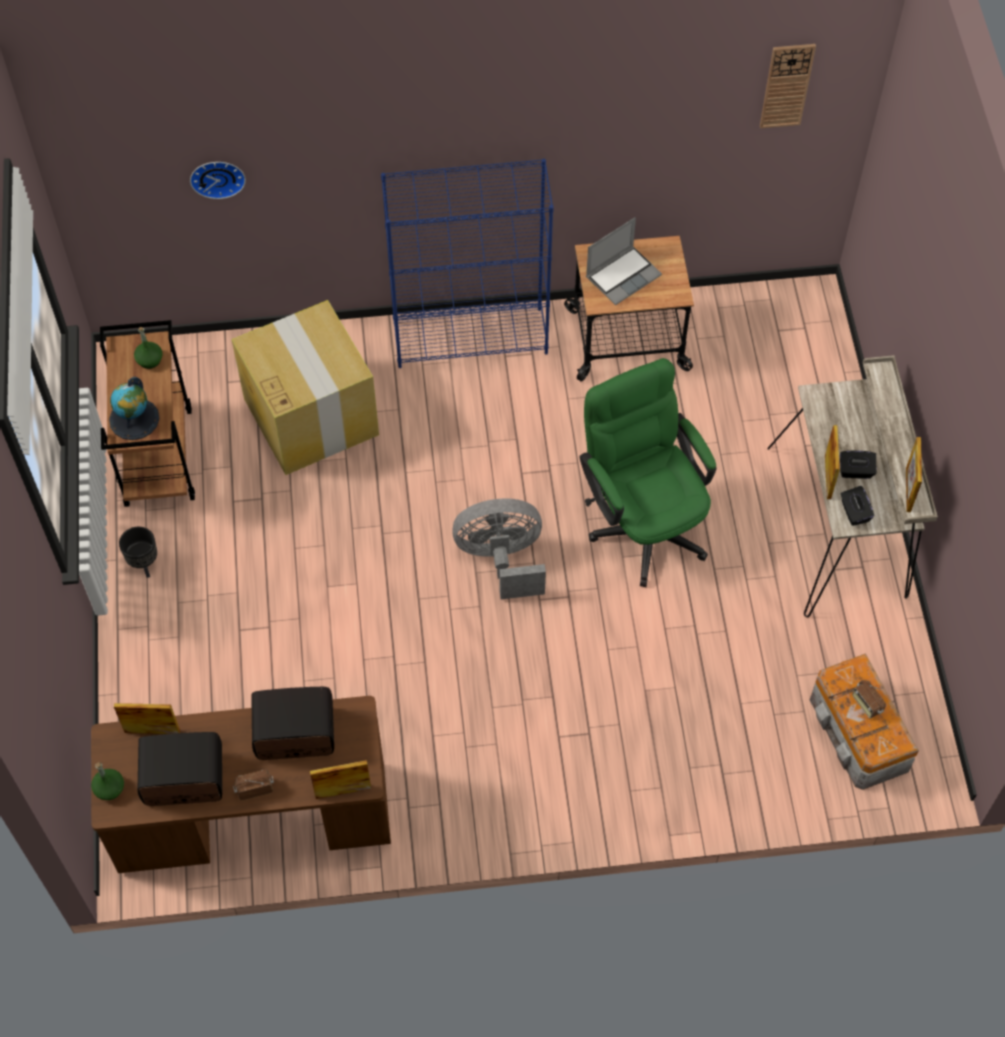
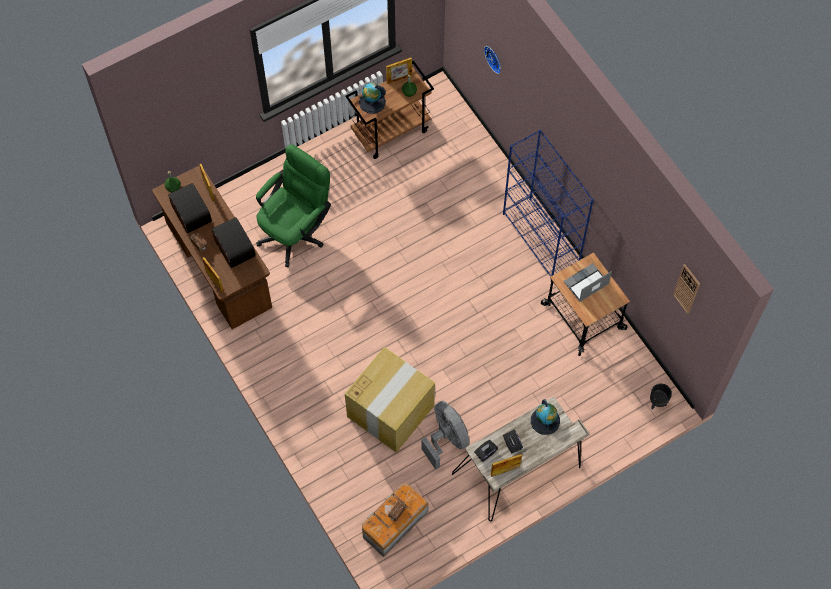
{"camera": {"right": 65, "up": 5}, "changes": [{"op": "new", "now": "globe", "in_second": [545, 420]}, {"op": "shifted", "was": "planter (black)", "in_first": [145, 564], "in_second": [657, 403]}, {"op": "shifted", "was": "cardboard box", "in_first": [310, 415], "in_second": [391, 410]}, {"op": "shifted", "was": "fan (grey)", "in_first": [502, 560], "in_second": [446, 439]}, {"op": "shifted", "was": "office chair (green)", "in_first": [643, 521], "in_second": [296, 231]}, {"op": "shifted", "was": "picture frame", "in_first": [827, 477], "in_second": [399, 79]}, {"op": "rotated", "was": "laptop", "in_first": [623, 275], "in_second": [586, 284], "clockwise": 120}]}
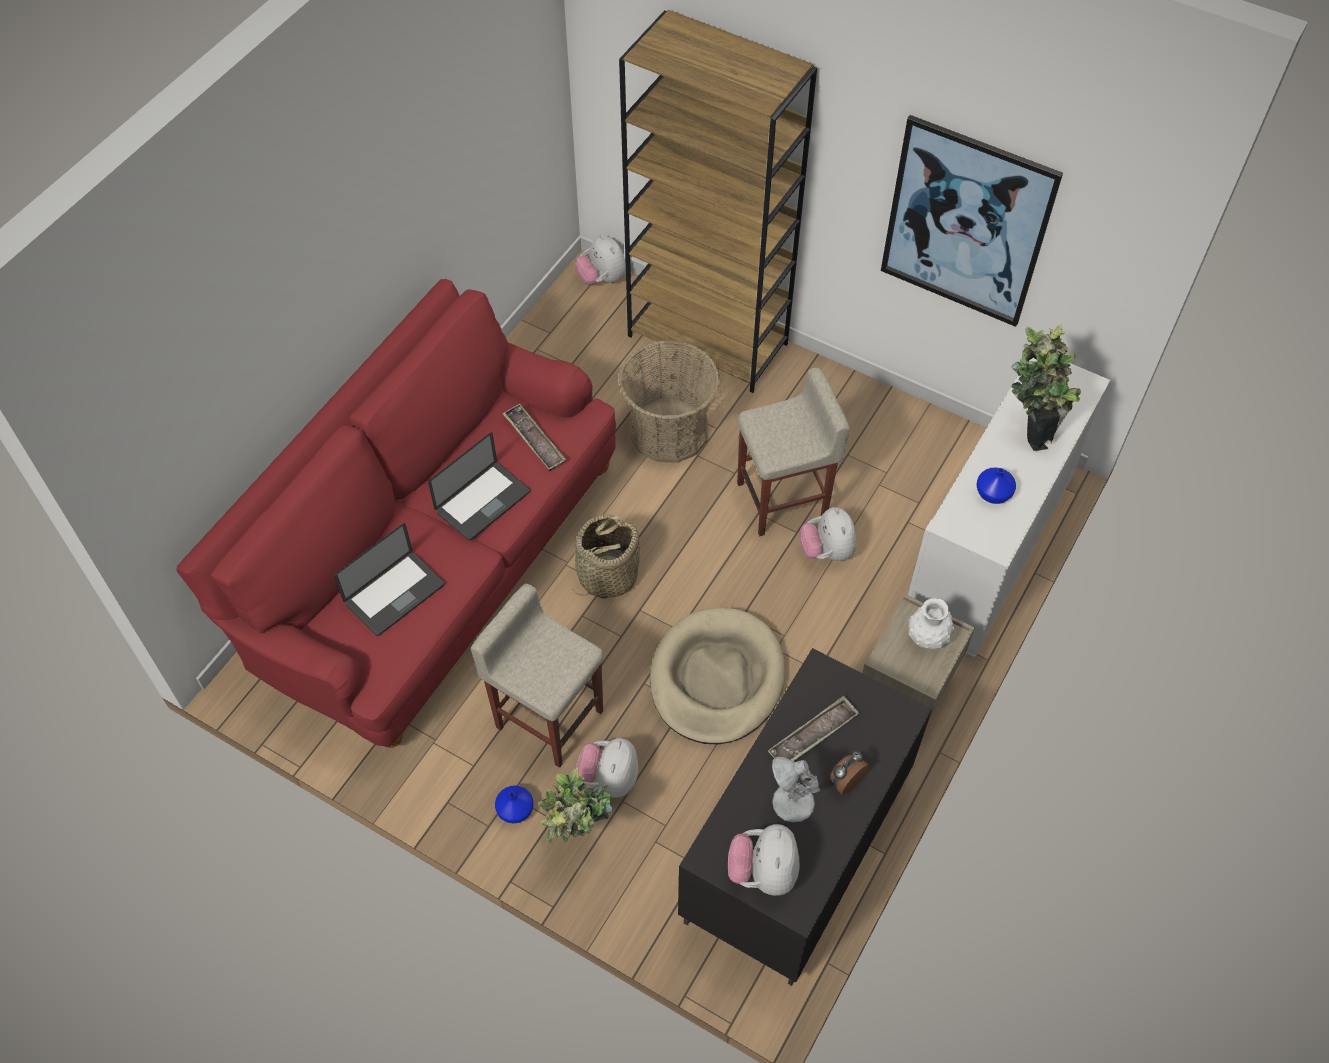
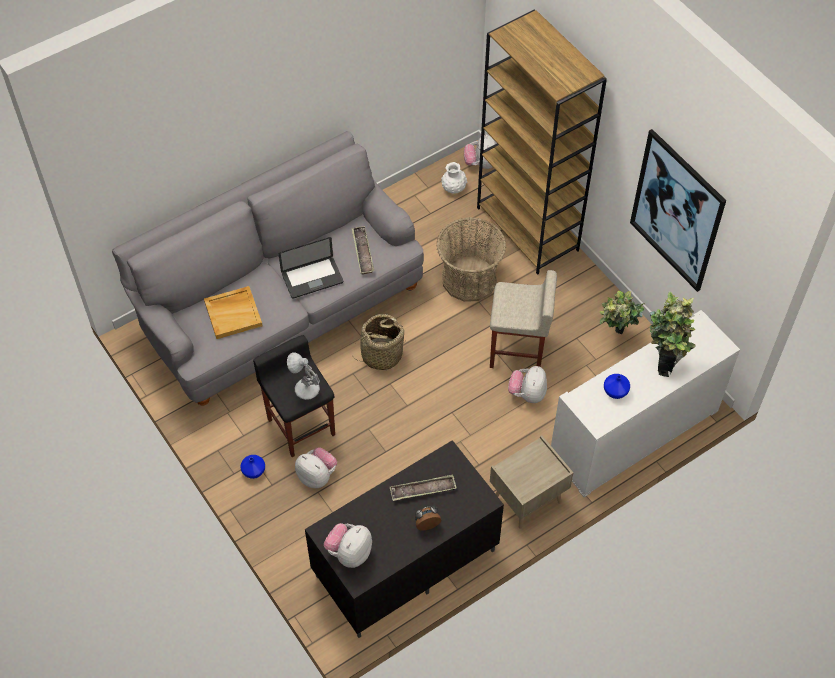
{"camera": {"right": 25, "up": 0}, "changes": [{"op": "gone", "was": "dog bed (beige)", "in_first": [716, 679]}, {"op": "shifted", "was": "potted plant", "in_first": [578, 842], "in_second": [614, 339]}, {"op": "shifted", "was": "table lamp (white)", "in_first": [791, 803], "in_second": [305, 388]}, {"op": "shifted", "was": "vase (white)", "in_first": [927, 637], "in_second": [453, 189]}, {"op": "swapped", "was": "laptop", "now": "tray (beige)", "in_first": [395, 594], "in_second": [233, 313]}, {"op": "repainted", "was": "sofa (red)", "now": "sofa (grey)", "in_first": [433, 567], "in_second": [280, 309]}, {"op": "repainted", "was": "stool (beige)", "now": "stool (black)", "in_first": [548, 718], "in_second": [300, 426]}, {"op": "rotated", "was": "plush toy", "in_first": [609, 779], "in_second": [317, 476], "clockwise": 90}]}
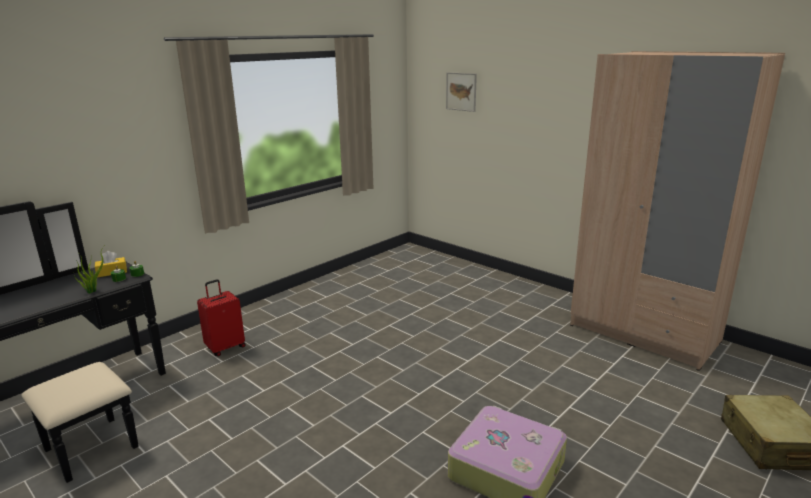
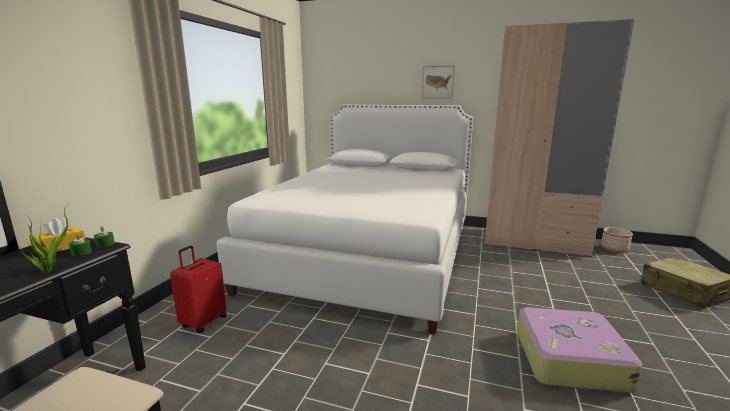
{"camera": {"right": -25, "up": -5}, "changes": [{"op": "new", "now": "bed (white)", "in_second": [369, 253]}, {"op": "new", "now": "planter", "in_second": [614, 248]}, {"op": "shifted", "was": "picture", "in_first": [461, 91], "in_second": [438, 82]}]}
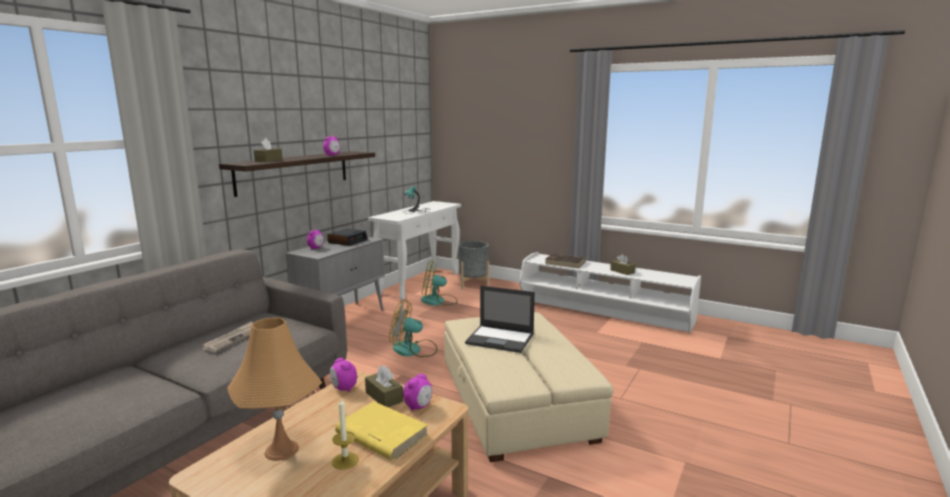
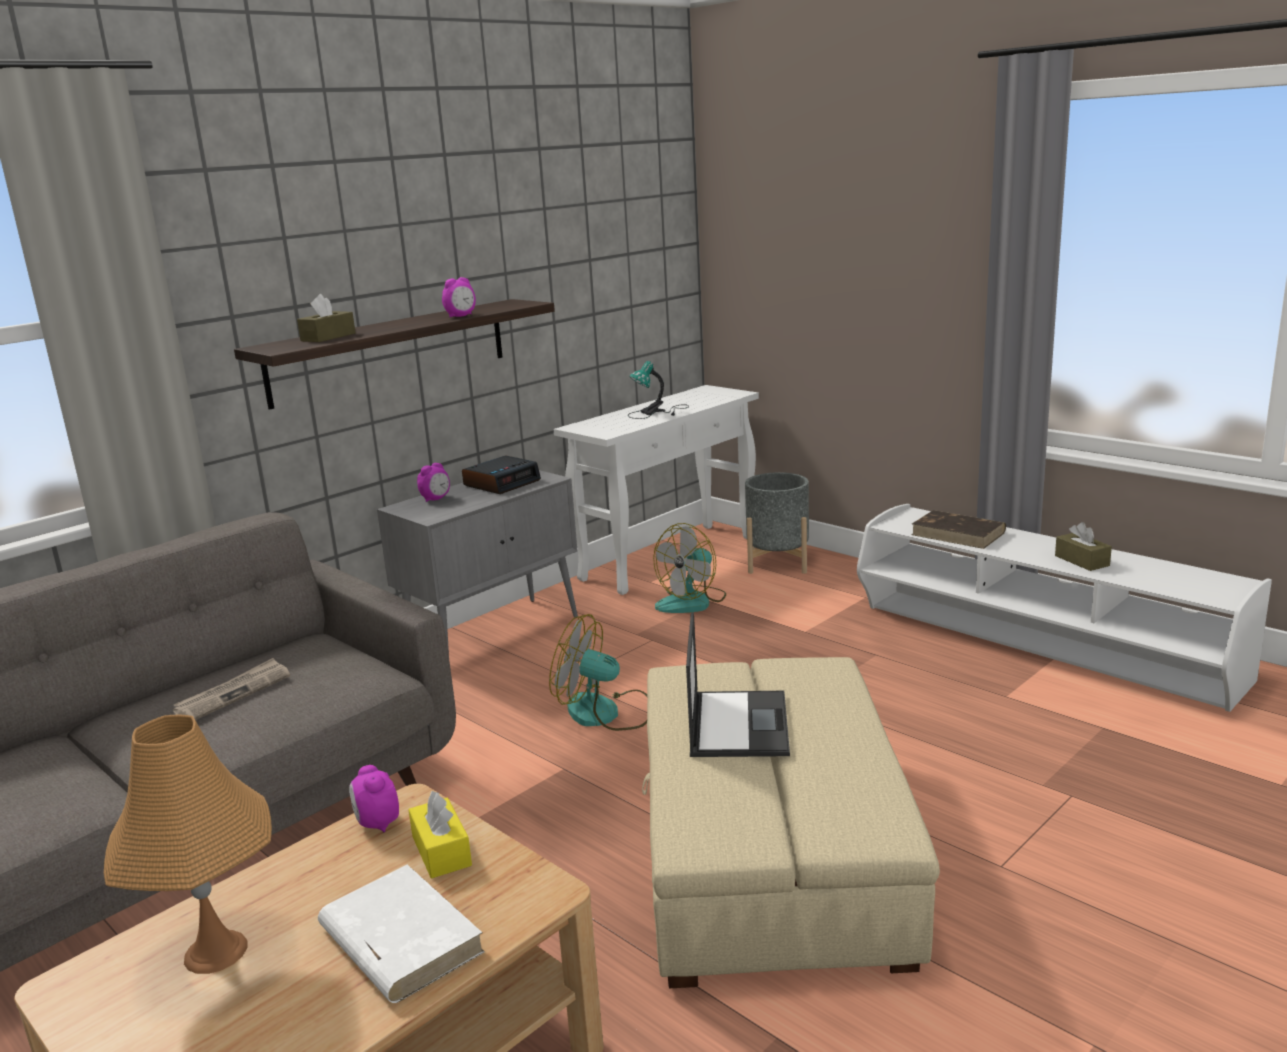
{"camera": {"right": 15, "up": 5}, "changes": [{"op": "gone", "was": "candle", "in_first": [345, 460]}, {"op": "gone", "was": "alarm clock", "in_first": [418, 407]}, {"op": "repainted", "was": "book (yellow)", "now": "book (white)", "in_first": [381, 434], "in_second": [399, 939]}, {"op": "repainted", "was": "tissue box (brown)", "now": "tissue box (yellow)", "in_first": [384, 397], "in_second": [441, 851]}, {"op": "rotated", "was": "fan", "in_first": [438, 301], "in_second": [692, 601], "clockwise": -60}, {"op": "rotated", "was": "laptop", "in_first": [501, 339], "in_second": [738, 724], "clockwise": -120}]}
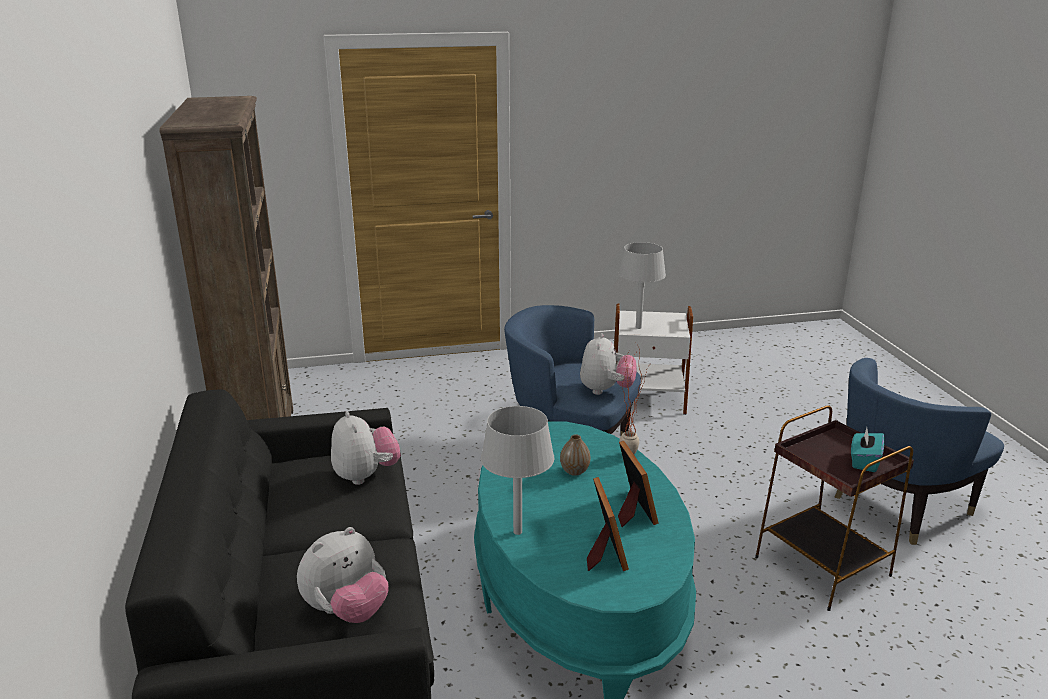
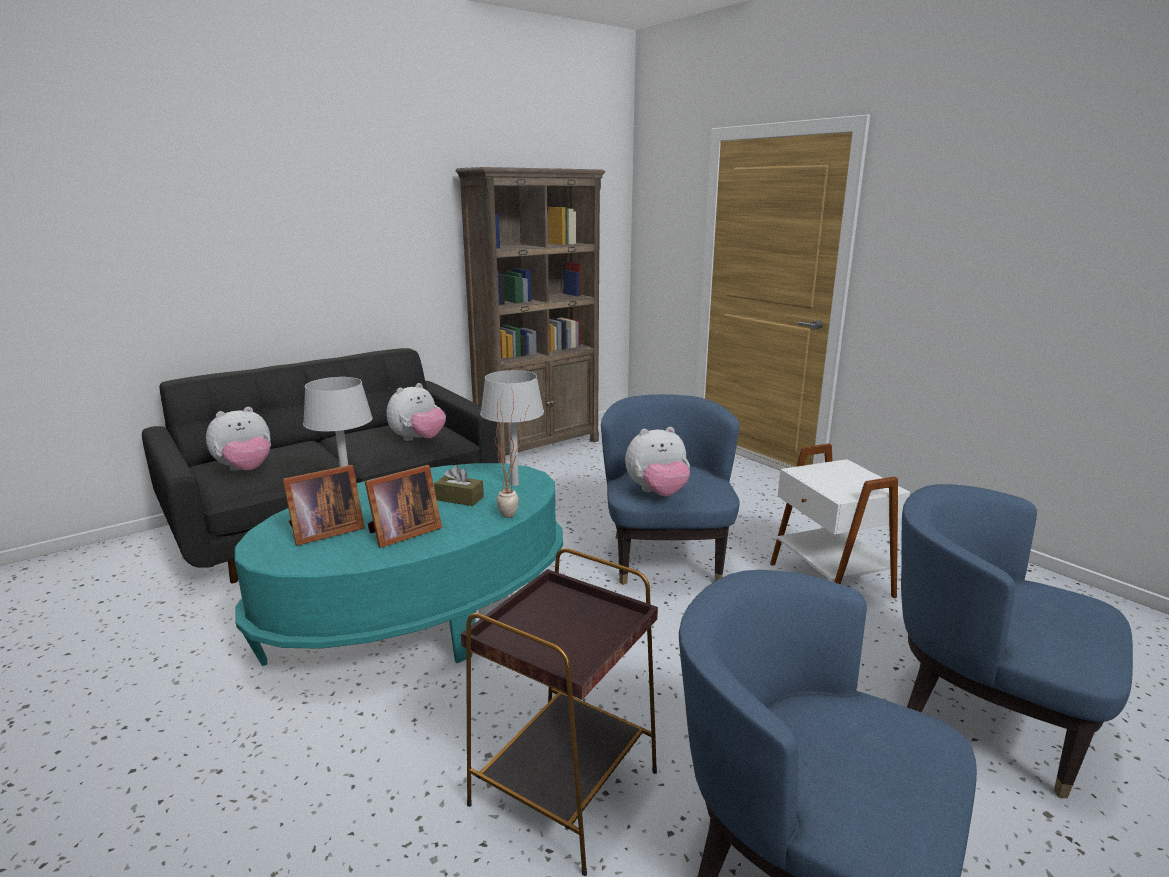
{"camera": {"right": 65, "up": -5}, "changes": [{"op": "gone", "was": "tissue box (turquoise)", "in_first": [864, 461]}, {"op": "new", "now": "armchair (blue)", "in_second": [982, 718]}, {"op": "shifted", "was": "table lamp (grey)", "in_first": [638, 327], "in_second": [515, 484]}, {"op": "swapped", "was": "vase", "now": "tissue box (brown)", "in_first": [574, 471], "in_second": [459, 498]}, {"op": "rotated", "was": "plush toy", "in_first": [347, 611], "in_second": [246, 470], "clockwise": -60}]}
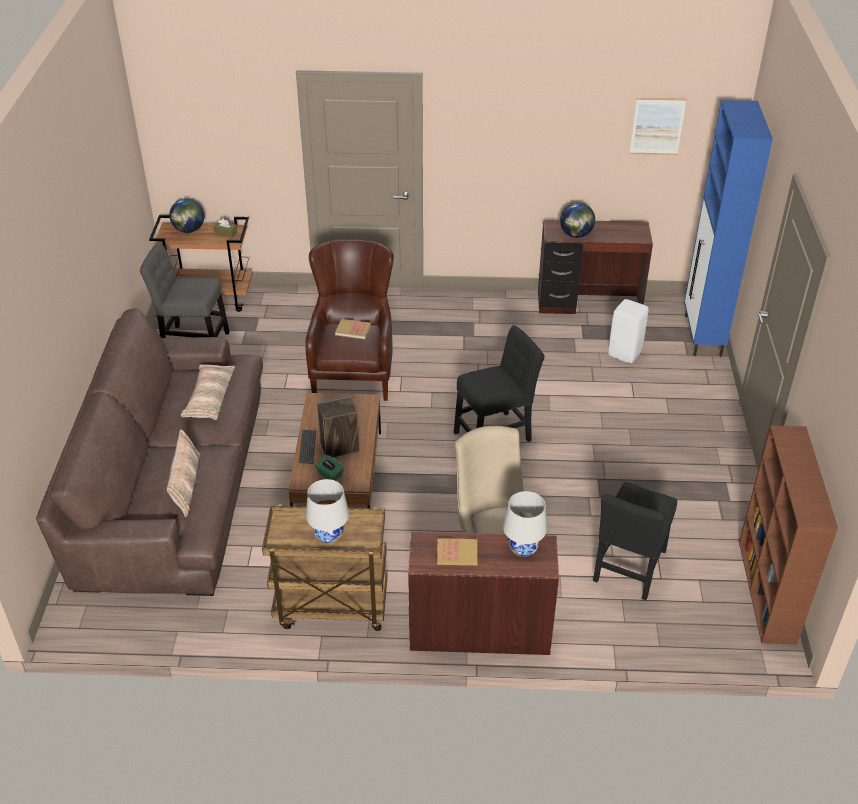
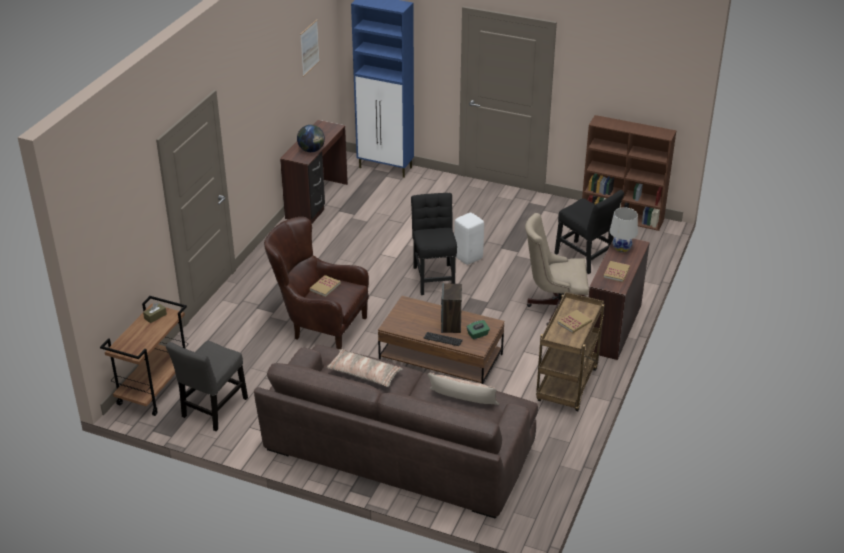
{"camera": {"right": -70, "up": -5}, "changes": [{"op": "gone", "was": "globe", "in_first": [189, 230]}, {"op": "shifted", "was": "stool (white)", "in_first": [624, 354], "in_second": [468, 258]}, {"op": "swapped", "was": "table lamp (white)", "now": "book", "in_first": [329, 535], "in_second": [574, 322]}]}
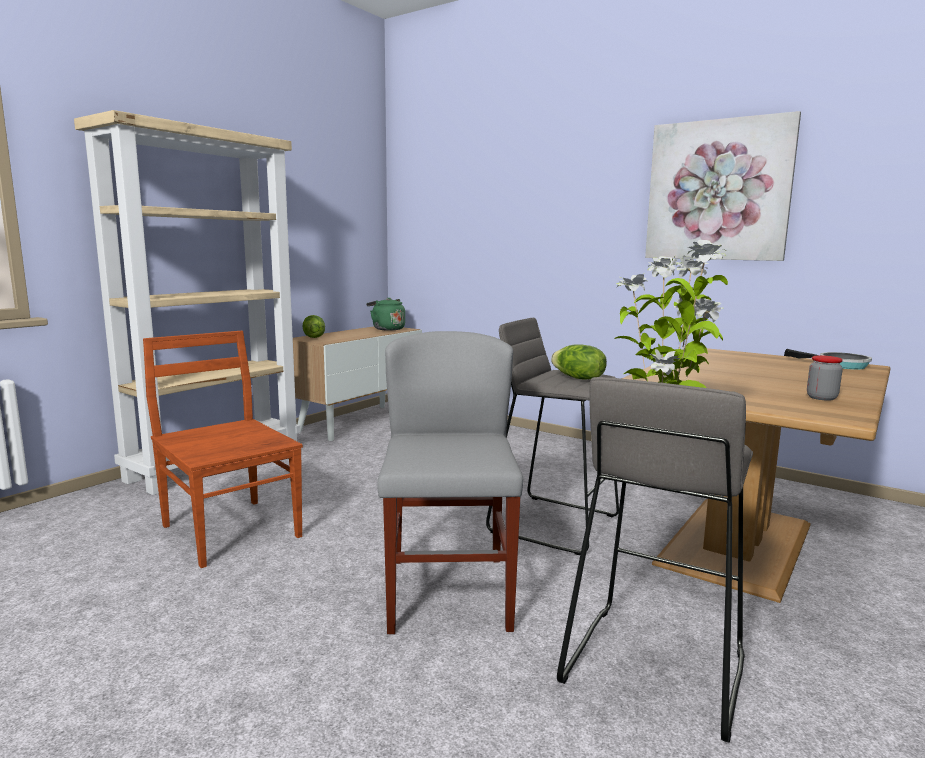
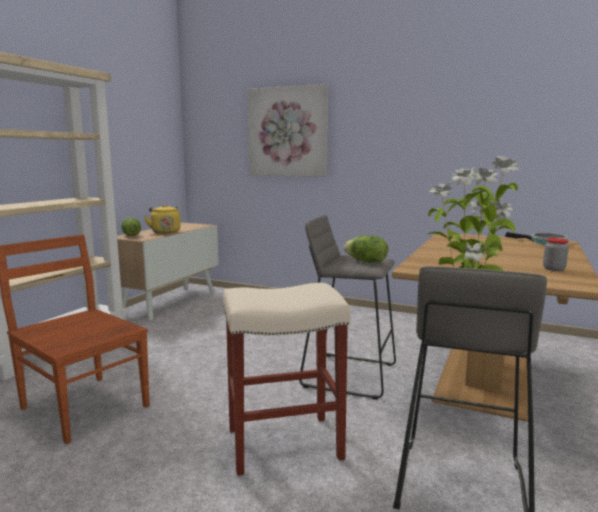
{"camera": {"right": -10, "up": 0}, "changes": [{"op": "gone", "was": "kettle (green)", "in_first": [387, 329]}, {"op": "new", "now": "kettle (yellow)", "in_second": [165, 232]}, {"op": "shifted", "was": "picture", "in_first": [718, 191], "in_second": [287, 132]}, {"op": "swapped", "was": "chair (grey)", "now": "stool (beige)", "in_first": [448, 593], "in_second": [285, 442]}]}
